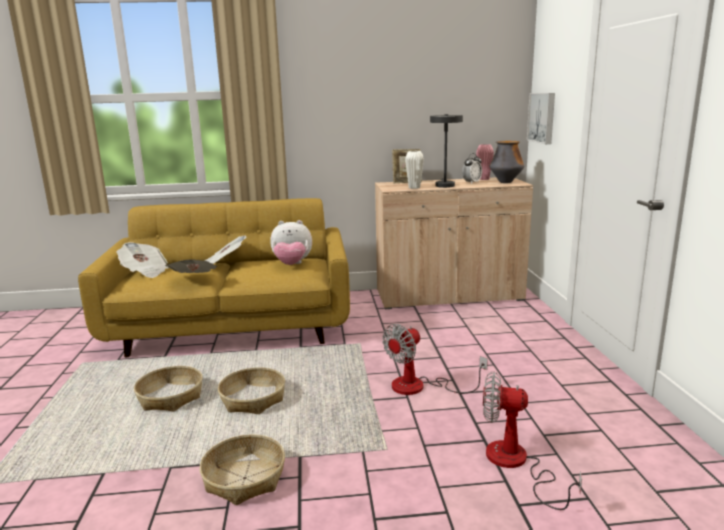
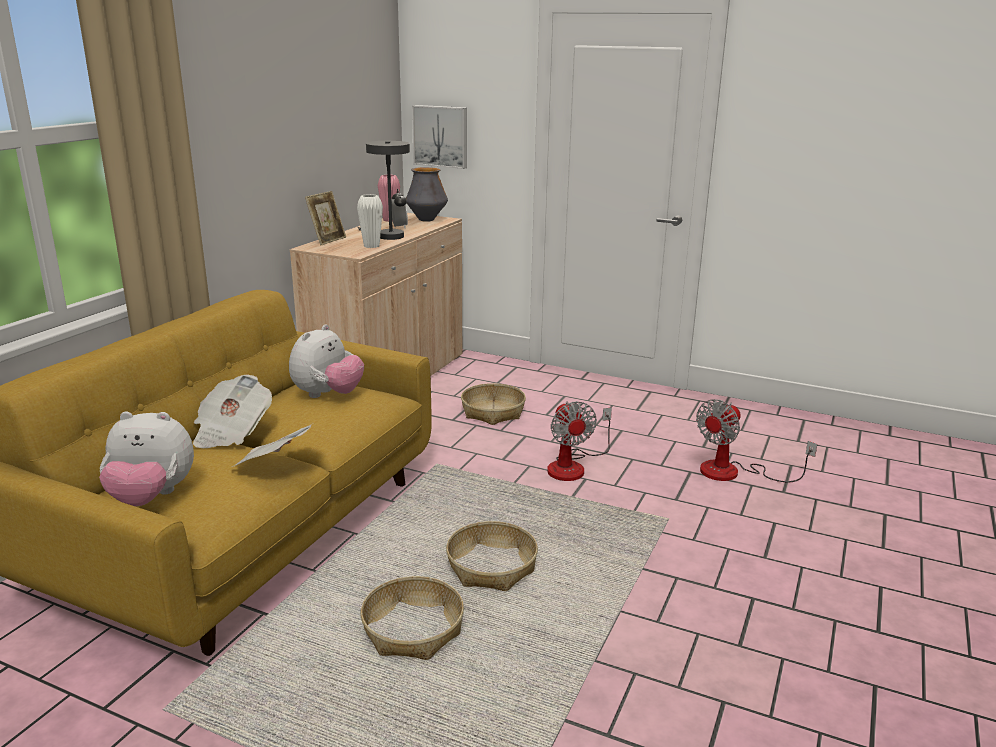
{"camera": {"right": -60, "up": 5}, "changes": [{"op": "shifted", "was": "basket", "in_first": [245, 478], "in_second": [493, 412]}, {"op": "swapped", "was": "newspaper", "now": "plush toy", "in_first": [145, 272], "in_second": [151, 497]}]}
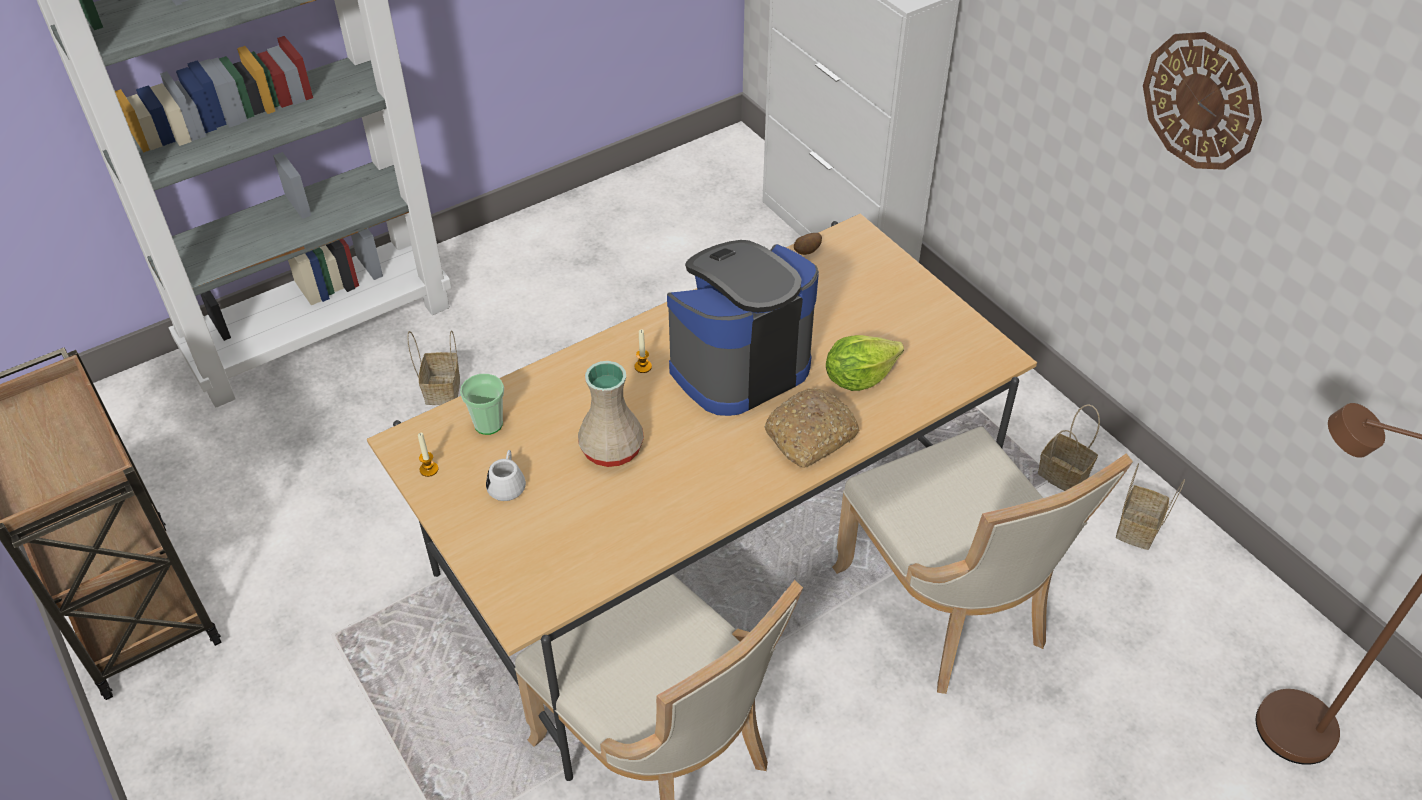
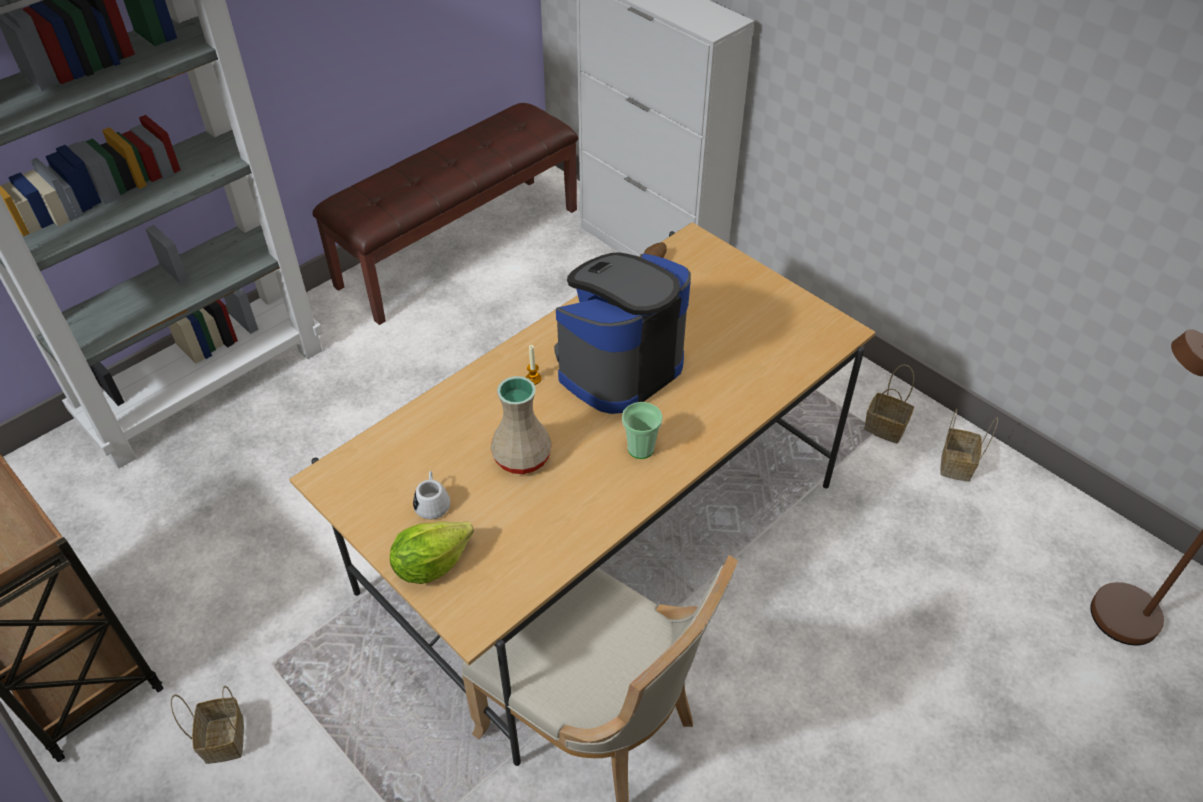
{"camera": {"right": -10, "up": 0}, "changes": [{"op": "gone", "was": "candle", "in_first": [429, 469]}, {"op": "gone", "was": "bread", "in_first": [810, 436]}, {"op": "gone", "was": "chair (beige)", "in_first": [949, 609]}, {"op": "gone", "was": "wall clock", "in_first": [1202, 101]}, {"op": "new", "now": "bench (brown)", "in_second": [459, 246]}, {"op": "shifted", "was": "basket", "in_first": [442, 389], "in_second": [223, 737]}, {"op": "shifted", "was": "cup", "in_first": [488, 424], "in_second": [640, 448]}, {"op": "shifted", "was": "lettuce", "in_first": [858, 377], "in_second": [431, 564]}]}
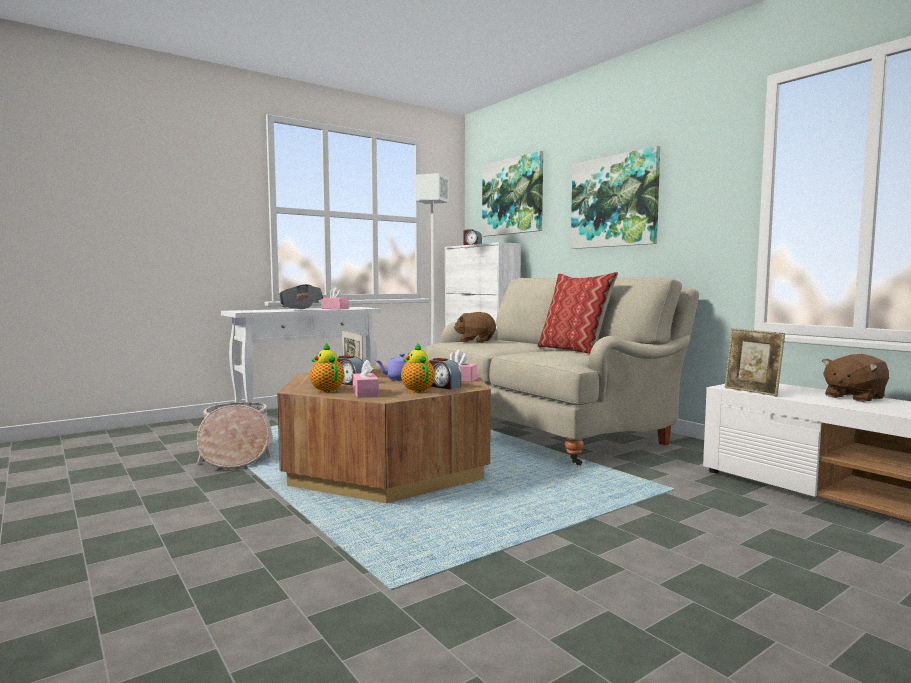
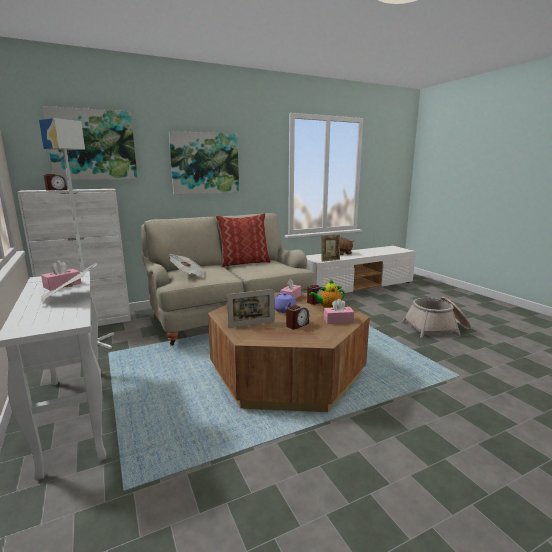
{"camera": {"right": -80, "up": 10}, "changes": [{"op": "gone", "was": "teapot", "in_first": [326, 390]}, {"op": "shifted", "was": "basket", "in_first": [236, 455], "in_second": [437, 328]}, {"op": "swapped", "was": "plush toy (brown)", "now": "newspaper", "in_first": [475, 341], "in_second": [189, 275]}]}
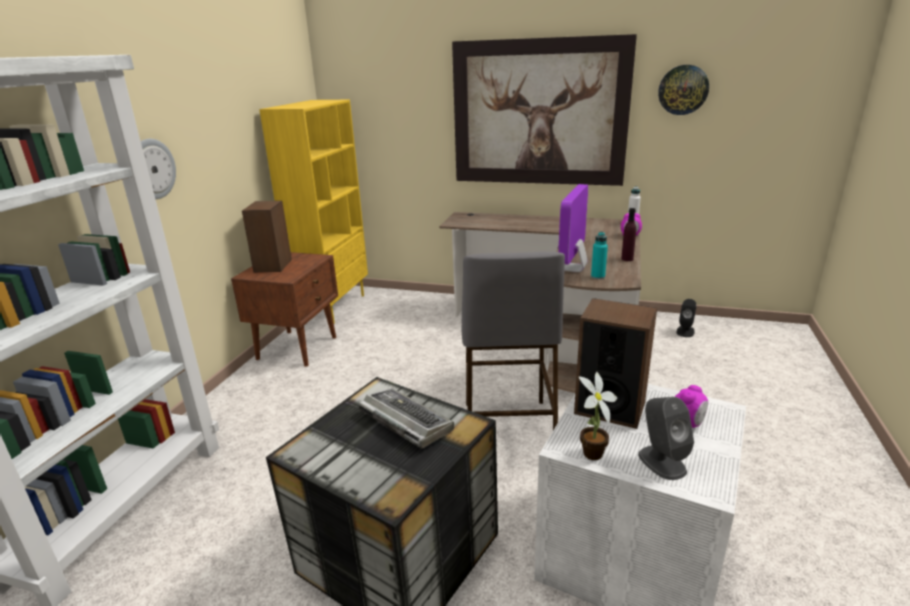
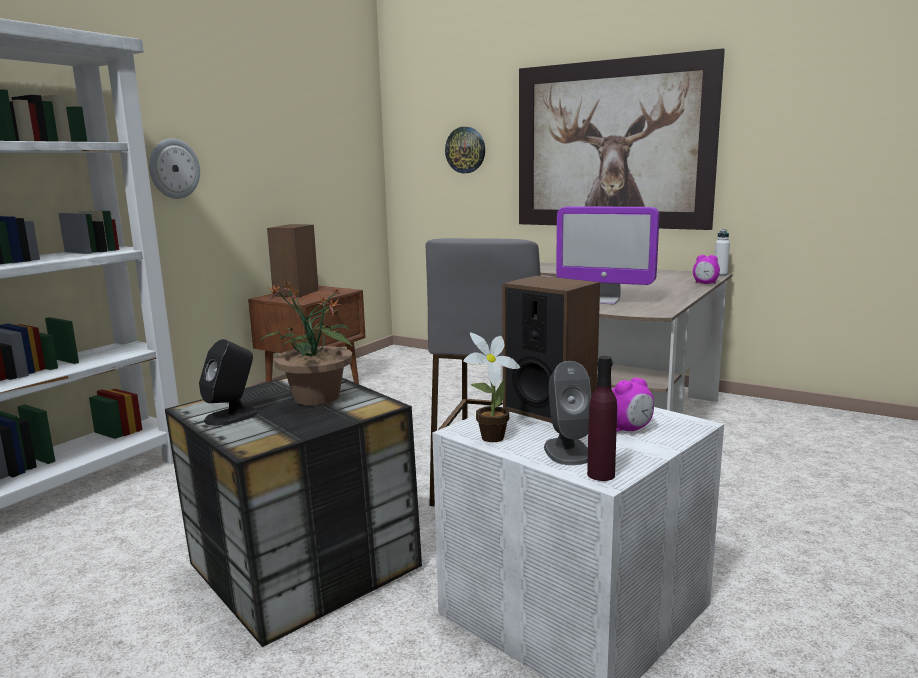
{"camera": {"right": 15, "up": -10}, "changes": [{"op": "gone", "was": "bookcase (yellow)", "in_first": [334, 307]}, {"op": "gone", "was": "bottle (turquoise)", "in_first": [598, 276]}, {"op": "shifted", "was": "bottle (purple)", "in_first": [627, 259], "in_second": [601, 474]}, {"op": "shifted", "was": "wall clock", "in_first": [683, 90], "in_second": [465, 150]}, {"op": "shifted", "was": "speaker (black)", "in_first": [685, 331], "in_second": [232, 416]}, {"op": "swapped", "was": "keyboard", "now": "potted plant", "in_first": [404, 422], "in_second": [316, 398]}, {"op": "rotated", "was": "monitor", "in_first": [573, 268], "in_second": [604, 301], "clockwise": -105}]}
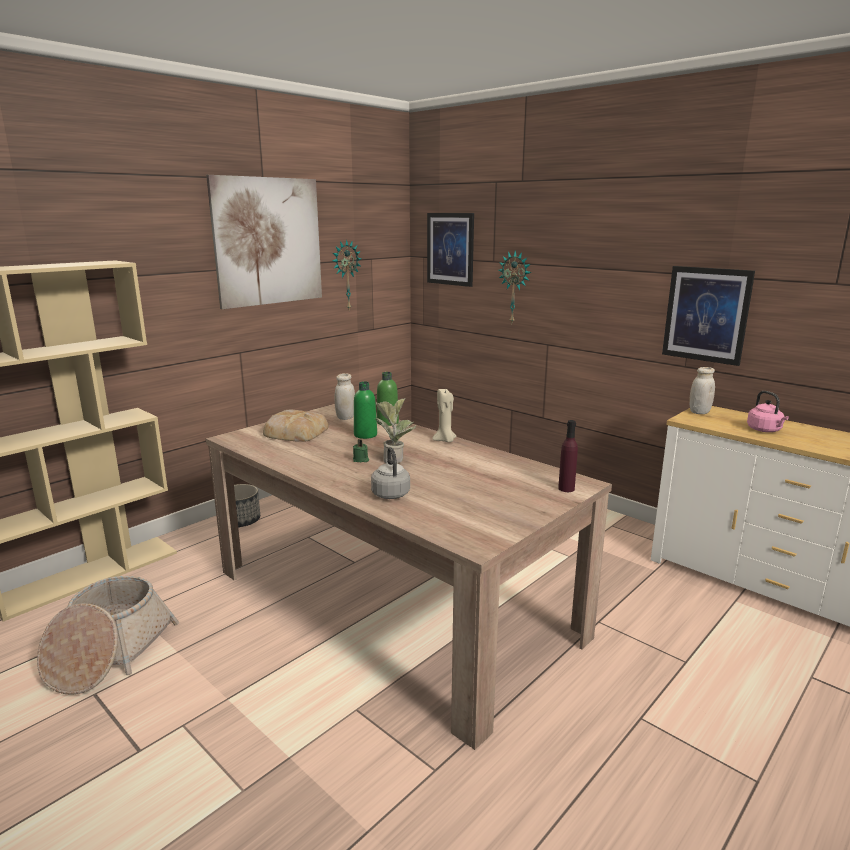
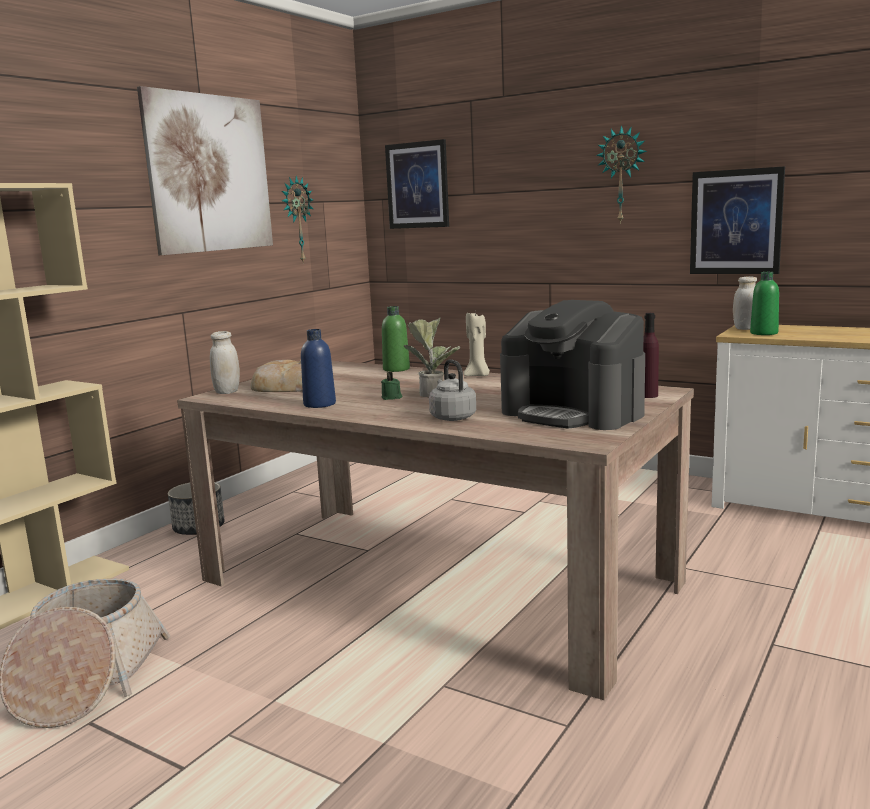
{"camera": {"right": -10, "up": -5}, "changes": [{"op": "gone", "was": "kettle (pink)", "in_first": [765, 430]}, {"op": "new", "now": "bottle (blue)", "in_second": [319, 404]}, {"op": "new", "now": "coffee machine", "in_second": [573, 413]}, {"op": "shifted", "was": "jar (white)", "in_first": [345, 417], "in_second": [227, 392]}, {"op": "shifted", "was": "bottle (green)", "in_first": [365, 435], "in_second": [764, 333]}, {"op": "shifted", "was": "wall clock", "in_first": [515, 287], "in_second": [622, 175]}]}
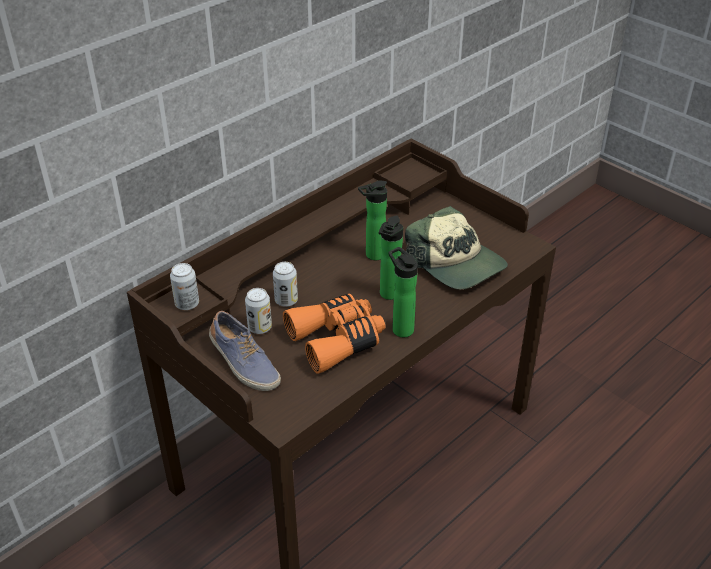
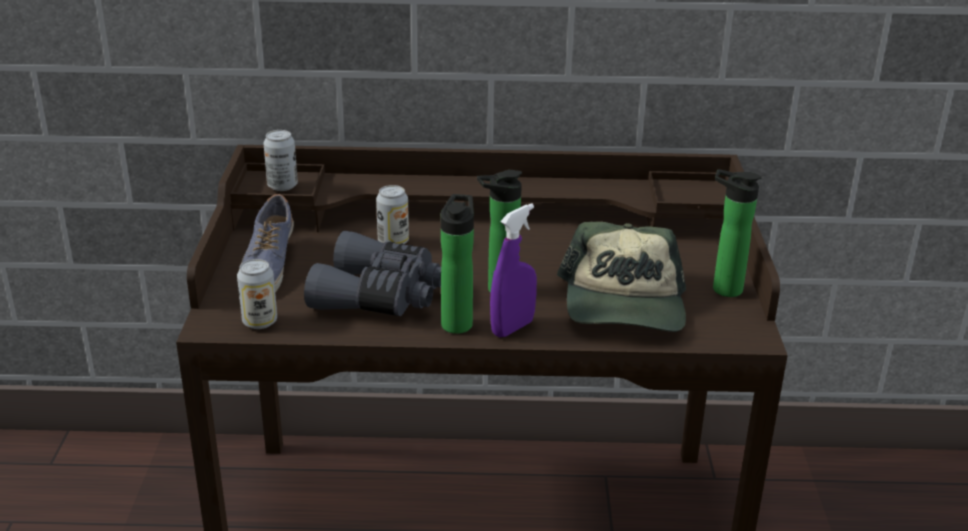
{"camera": {"right": 45, "up": -10}, "changes": [{"op": "new", "now": "spray bottle (purple)", "in_second": [512, 328]}, {"op": "shifted", "was": "can", "in_first": [260, 327], "in_second": [260, 322]}, {"op": "shifted", "was": "bottle", "in_first": [372, 255], "in_second": [722, 289]}, {"op": "repainted", "was": "binoculars (orange)", "now": "binoculars (grey)", "in_first": [337, 340], "in_second": [380, 296]}]}
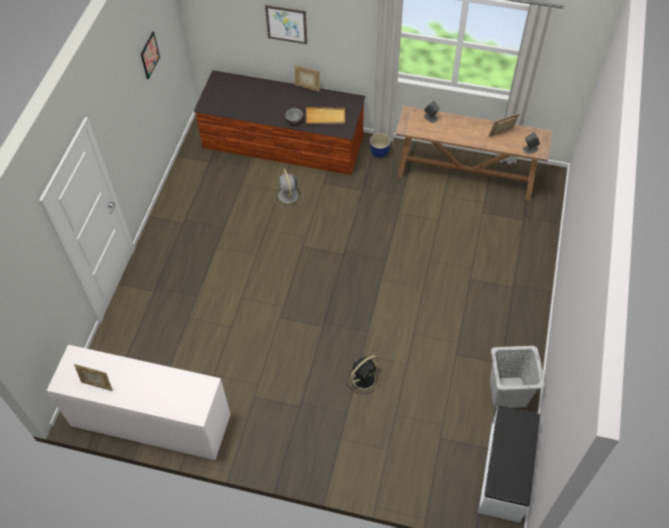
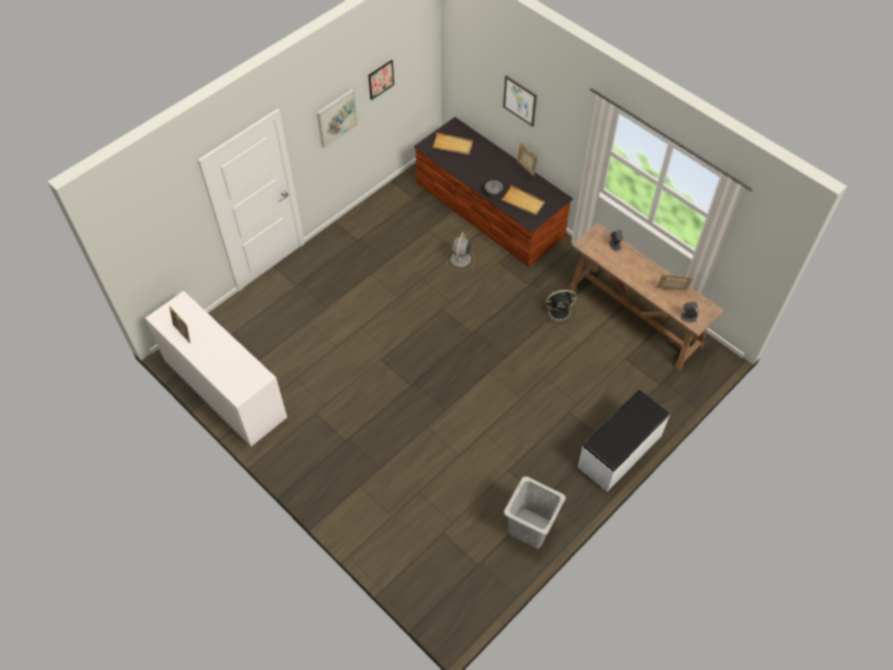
{"camera": {"right": 30, "up": 0}, "changes": [{"op": "gone", "was": "planter", "in_first": [379, 153]}, {"op": "new", "now": "picture", "in_second": [336, 118]}, {"op": "new", "now": "tray (beige)", "in_second": [452, 145]}, {"op": "shifted", "was": "fan (black)", "in_first": [364, 378], "in_second": [560, 311]}, {"op": "shifted", "was": "bench (white)", "in_first": [505, 472], "in_second": [620, 452]}]}
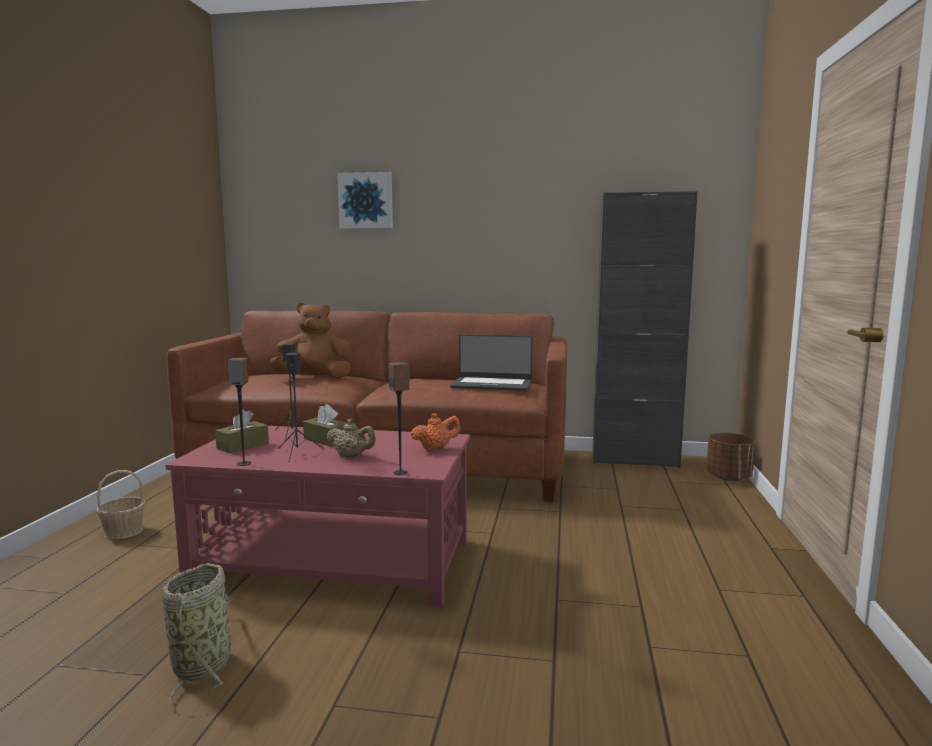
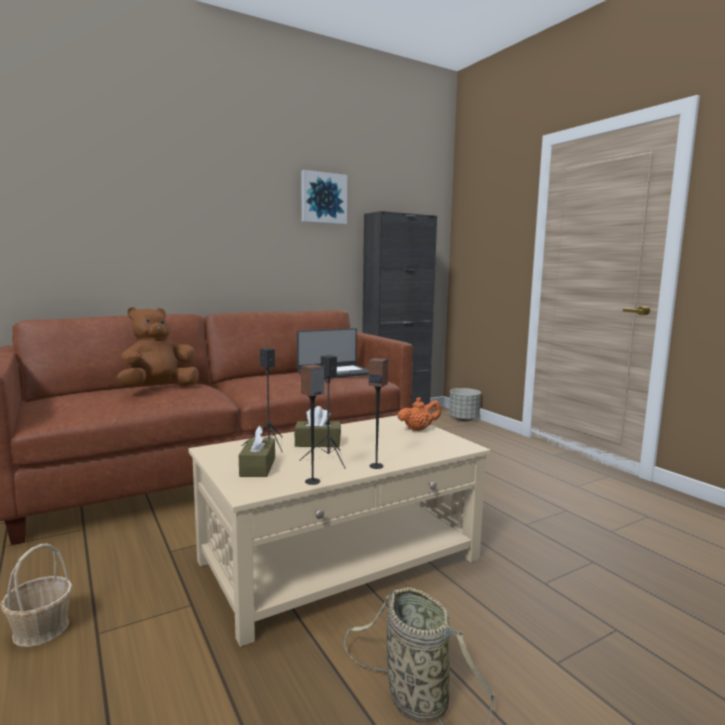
{"camera": {"right": -40, "up": 0}, "changes": [{"op": "gone", "was": "teapot (beige)", "in_first": [351, 456]}, {"op": "shifted", "was": "picture", "in_first": [366, 201], "in_second": [323, 198]}, {"op": "shifted", "was": "speaker", "in_first": [400, 472], "in_second": [376, 466]}, {"op": "repainted", "was": "coffee table (red)", "now": "coffee table (beige)", "in_first": [335, 561], "in_second": [341, 560]}, {"op": "repainted", "was": "planter (brown)", "now": "planter (grey)", "in_first": [728, 478], "in_second": [463, 419]}, {"op": "rotated", "was": "teapot (orange)", "in_first": [435, 449], "in_second": [418, 429], "clockwise": 45}]}
